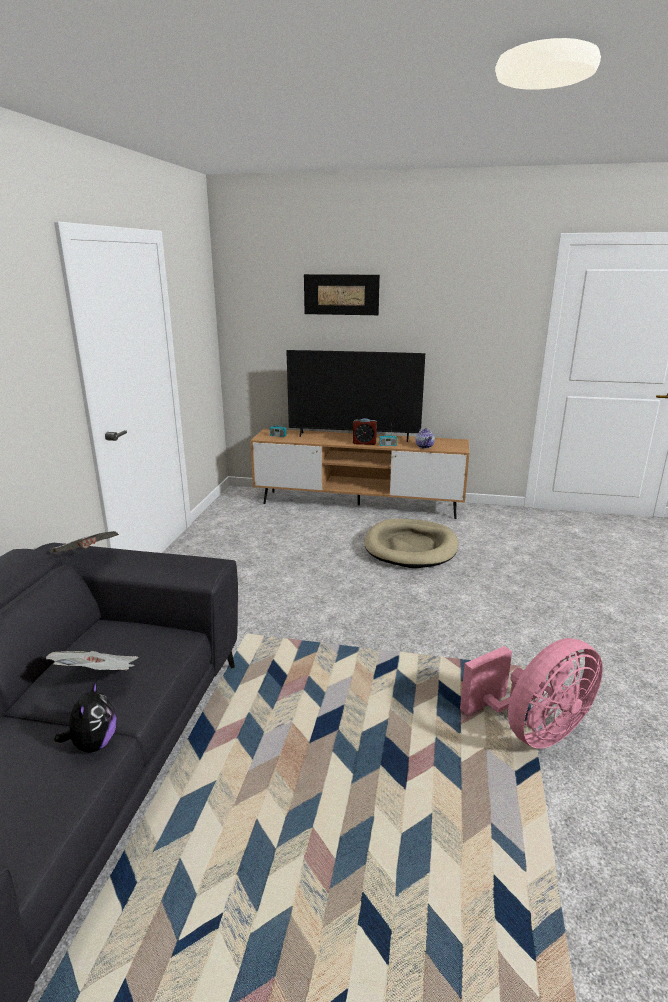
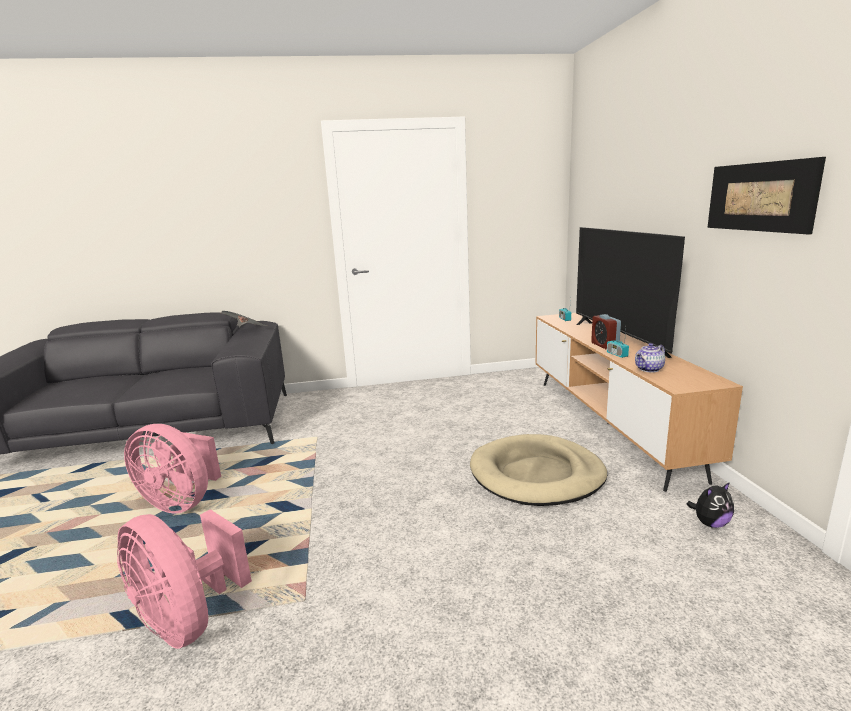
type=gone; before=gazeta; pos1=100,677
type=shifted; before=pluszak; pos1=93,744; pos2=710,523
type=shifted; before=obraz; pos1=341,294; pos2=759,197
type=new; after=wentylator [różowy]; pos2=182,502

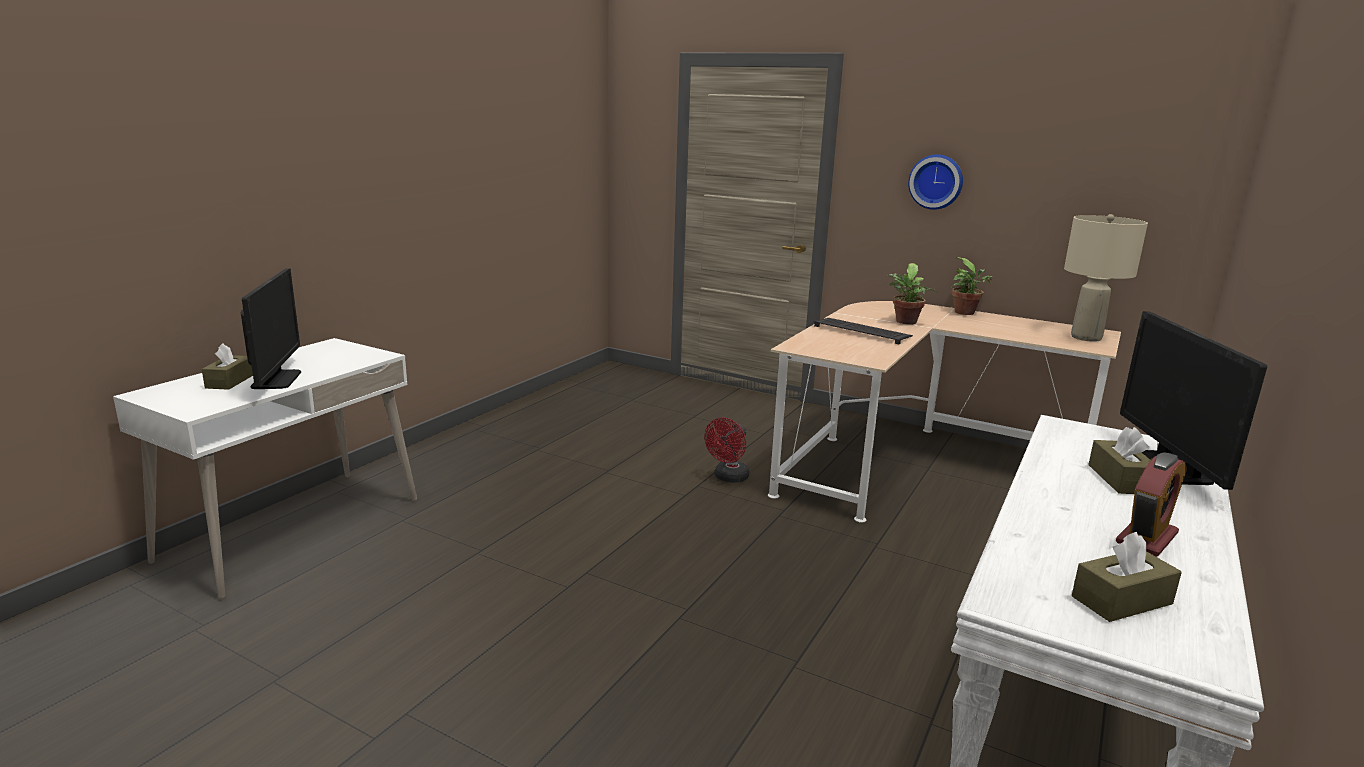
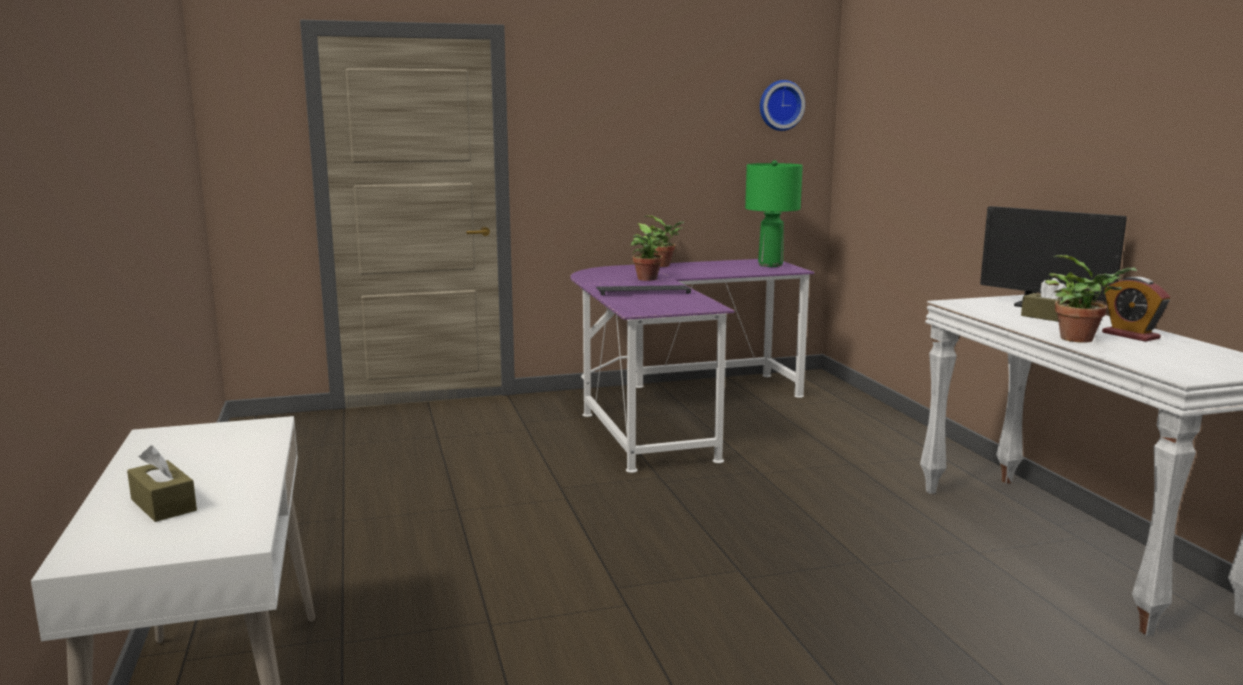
type=gone; before=monitor; pos1=276,380
type=gone; before=wentylator [czerwony]; pos1=728,478
type=repainted; before=biurko [beżowy]; after=biurko [fioletowy]; pos1=915,462; pos2=674,410
type=shifted; before=zegar ścienny; pos1=936,181; pos2=780,105
type=repainted; before=lampa stołowa [beżowy]; after=lampa stołowa [zielony]; pos1=1085,337; pos2=770,265
type=gone; before=pudełko chusteczek [brązowy]; pos1=1121,600
type=rotated; before=budzik; pos1=1146,538; pos2=1130,335; turn=150
type=new; after=roślina doniczkowa; pos2=1081,339

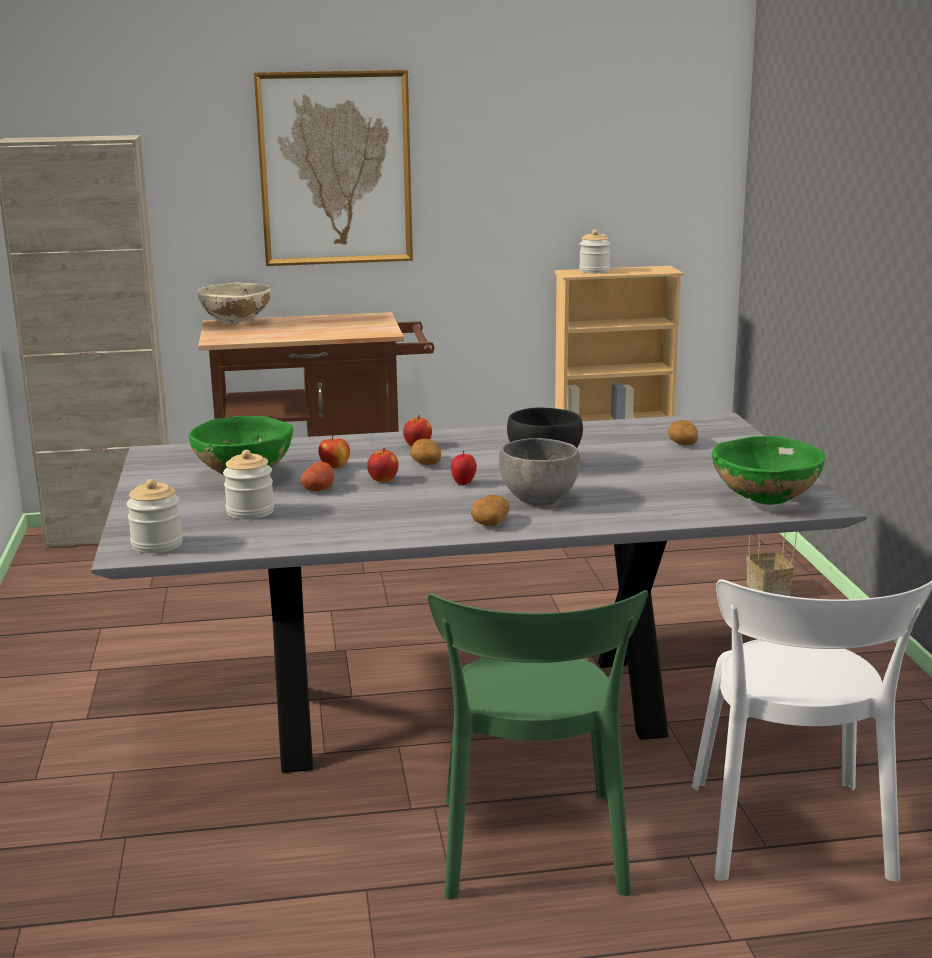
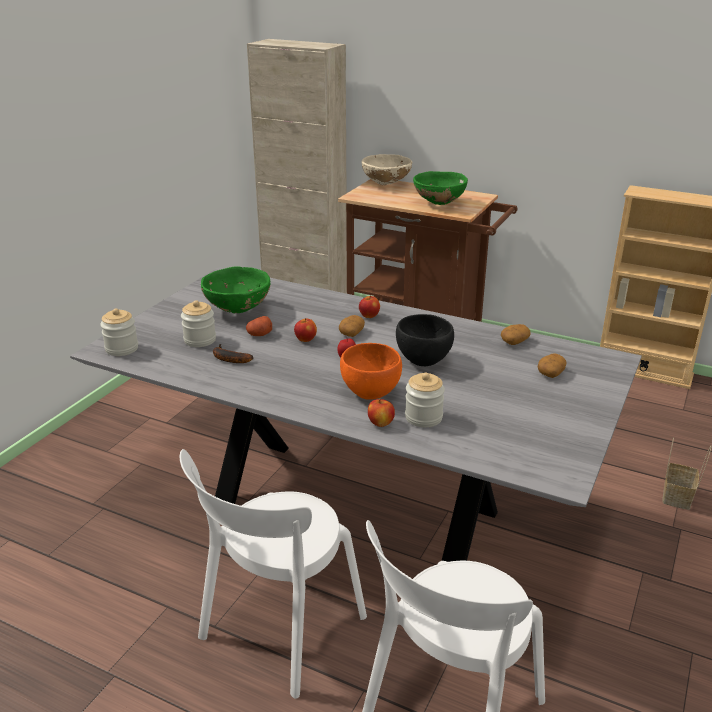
type=gone; before=obraz; pos1=335,168
type=shifted; before=jabłko; pos1=335,466; pos2=381,423
type=repainted; before=krzesło [zielony]; after=krzesło [biały]; pos1=532,851; pos2=278,631
type=shifted; before=ziemniak; pos1=490,522; pos2=514,341
type=repainted; before=miska [szary]; after=miska [pomarańczowy]; pos1=539,500; pos2=370,392
type=shifted; before=słoik; pos1=594,271; pos2=423,417
type=shifted; before=miska [zielony]; pos1=764,502; pos2=439,203
type=new; after=banan; pos2=228,358

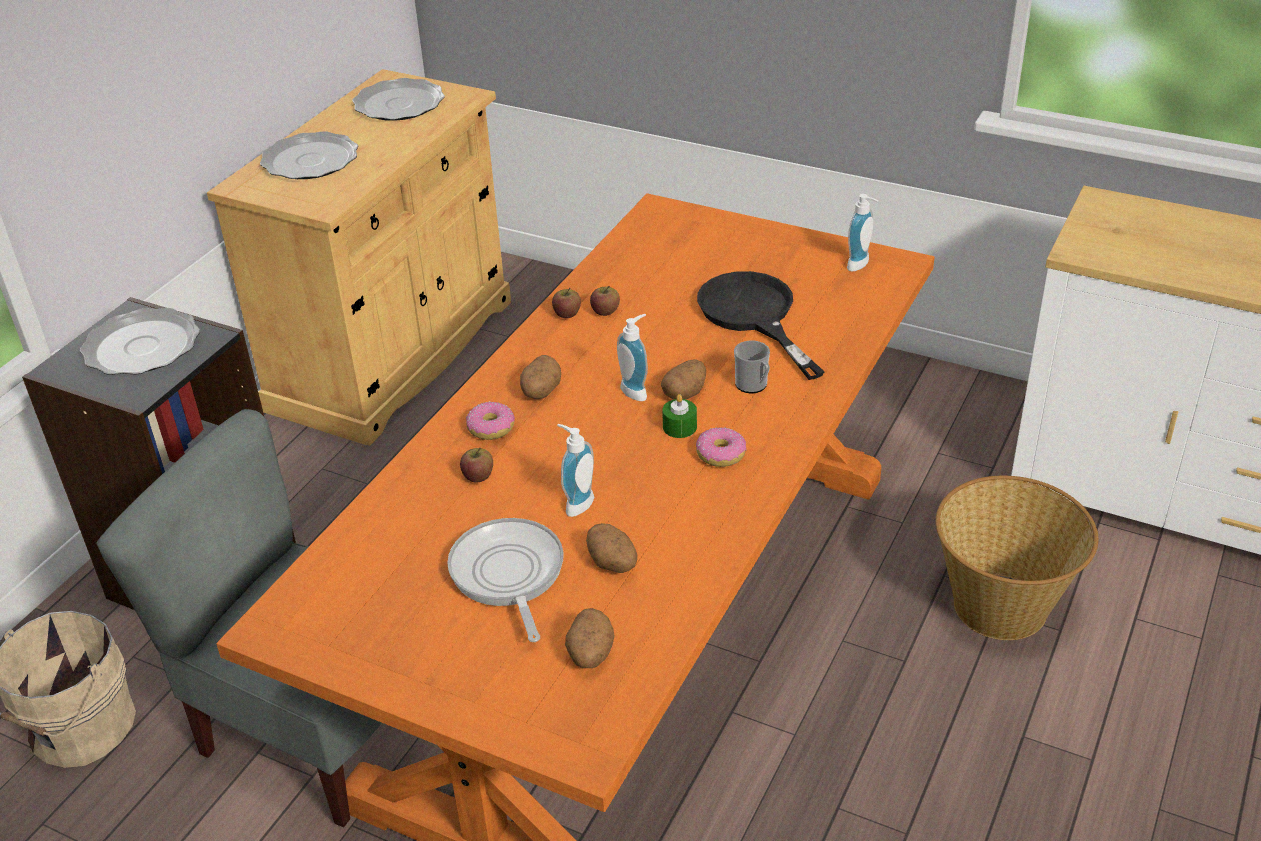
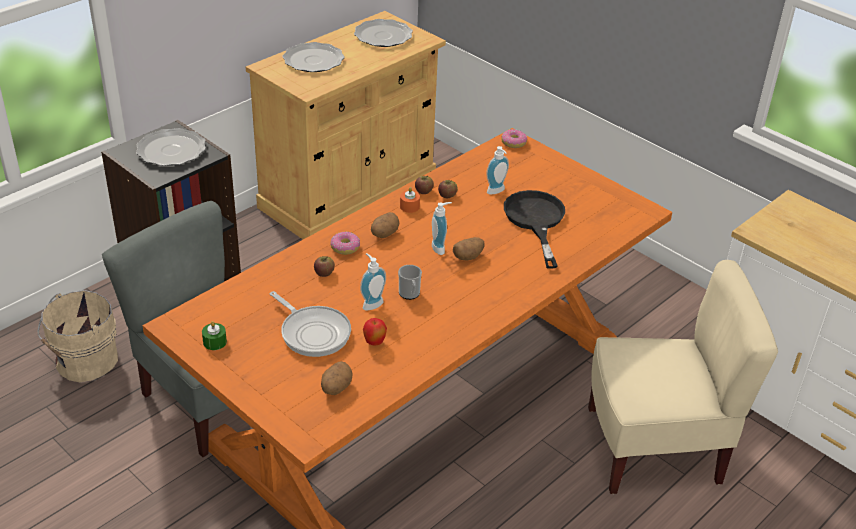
type=rotated; before=patelnia; pos1=508,575; pos2=313,332; turn=135
type=swapped; before=ziemniak; after=jabłko; pos1=613,564; pos2=374,343
type=shifted; before=świeca [zielony]; pos1=679,427; pos2=214,342
type=shifted; before=donut; pos1=721,454; pos2=514,143
type=shifted; before=kubek; pos1=753,386; pos2=410,294
type=shifted; before=dozownik mydła; pos1=861,265; pos2=497,192
type=swapped; before=koszyk; after=krzesło [beżowy]; pos1=1001,605; pos2=654,448
type=new; after=świeca [pomarańczowy]; pos2=409,206

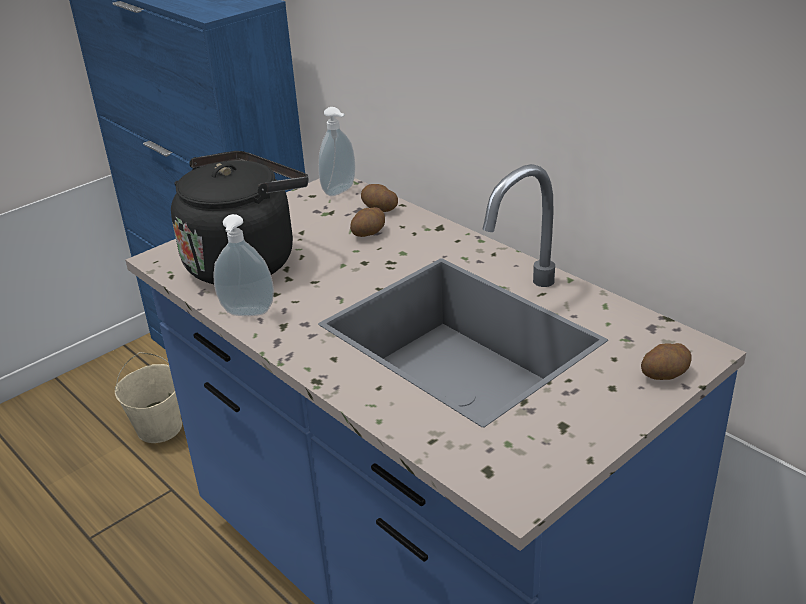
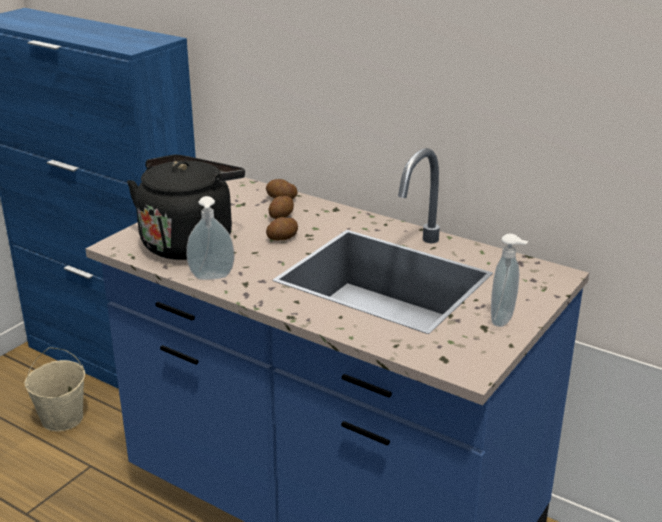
type=shifted; before=dozownik mydła; pos1=341,191; pos2=504,320
type=shifted; before=ziemniak; pos1=665,375; pos2=283,238

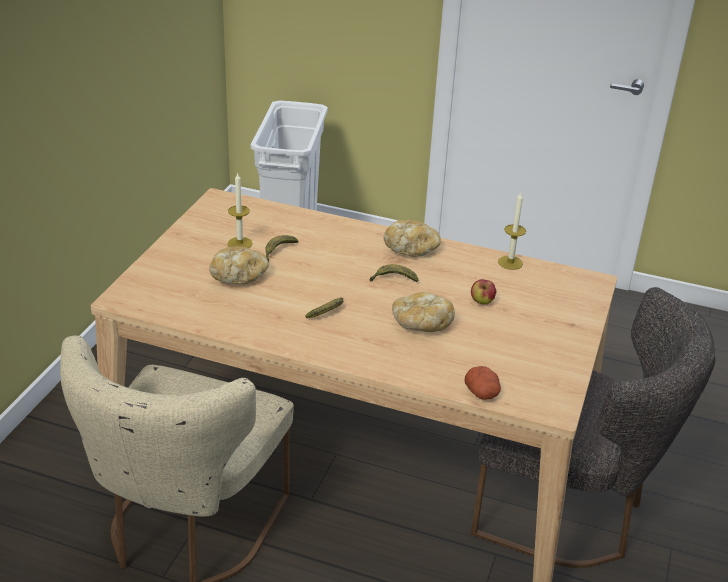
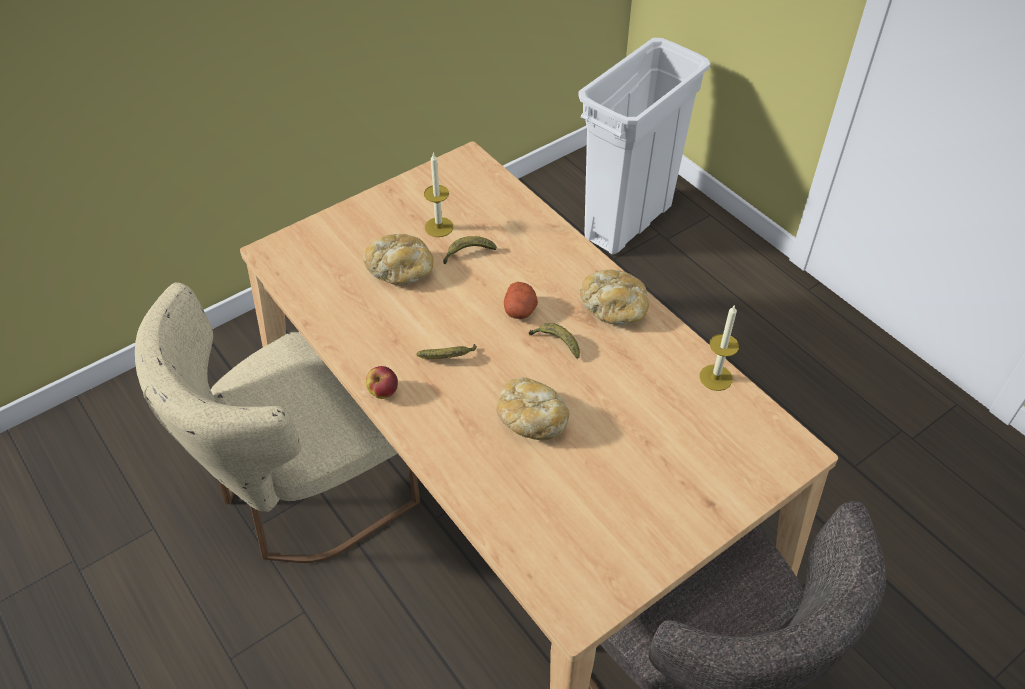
type=shifted; before=ziemniak; pos1=482,393; pos2=520,310
type=shifted; before=jabłko; pos1=482,302; pos2=383,392

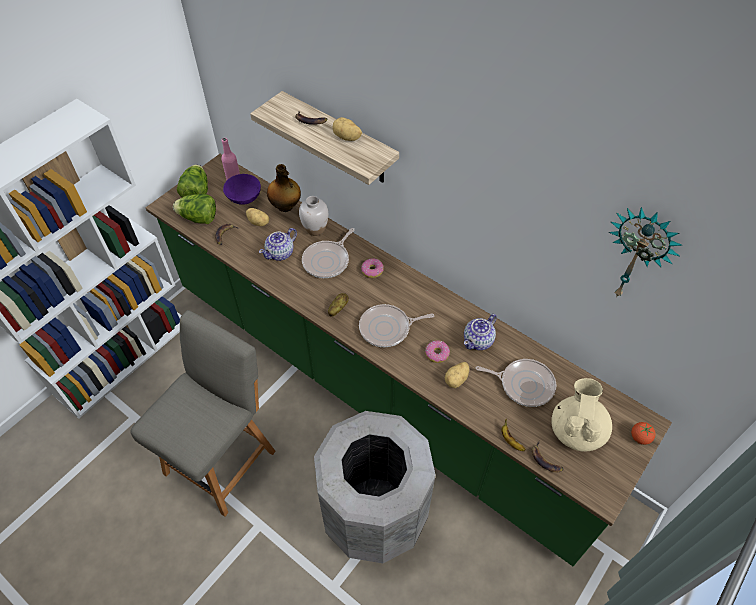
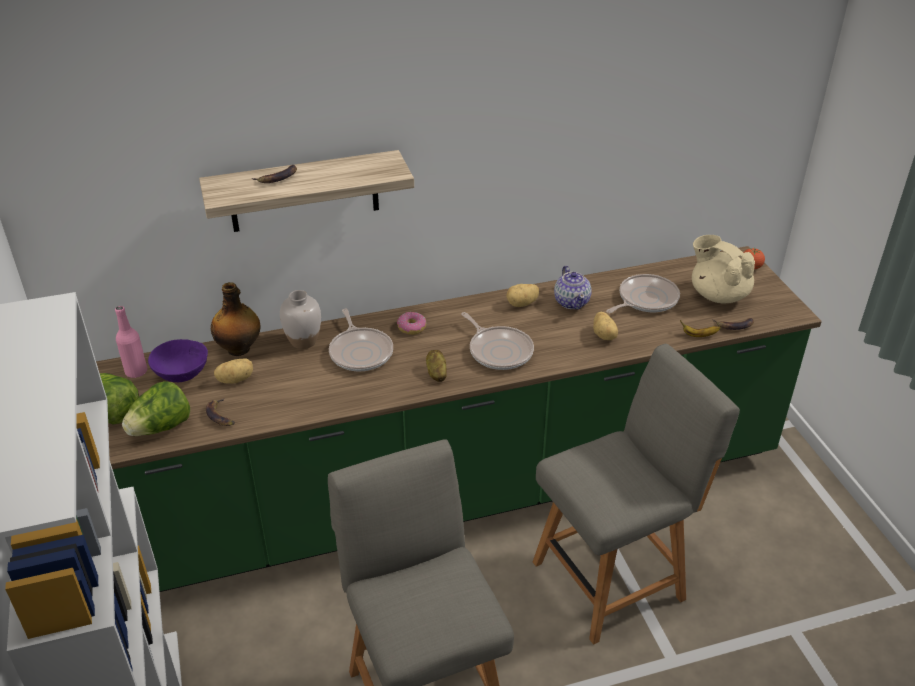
type=gone; before=imbryk; pos1=280,253
type=swapped; before=kosz na śmieci [szary]; after=krzesło [szary]; pos1=375,514; pos2=613,578
type=shifted; before=ziemniak; pos1=347,138; pos2=522,304
type=rotated; before=patelnia; pos1=387,328; pos2=499,350; turn=-60
type=gone; before=donut; pos1=437,354
type=gone; before=zegar ścienny; pos1=637,254

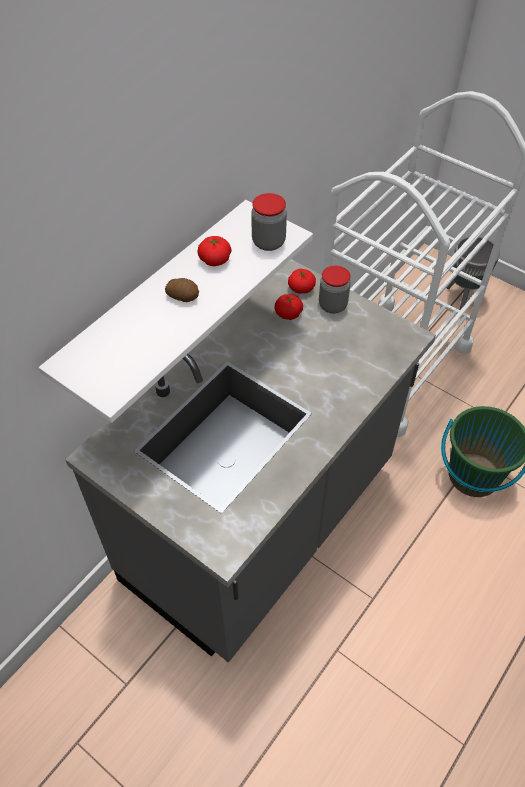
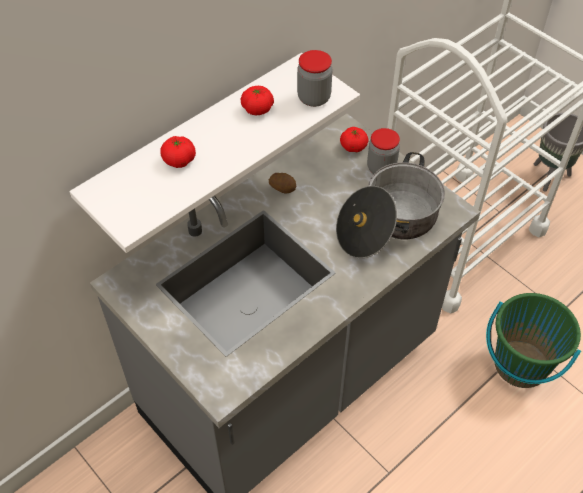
type=shifted; before=ziemniak; pos1=183,296; pos2=283,188
type=shifted; before=pomidor; pos1=288,314; pos2=179,160
type=new; after=garnek; pos2=388,223

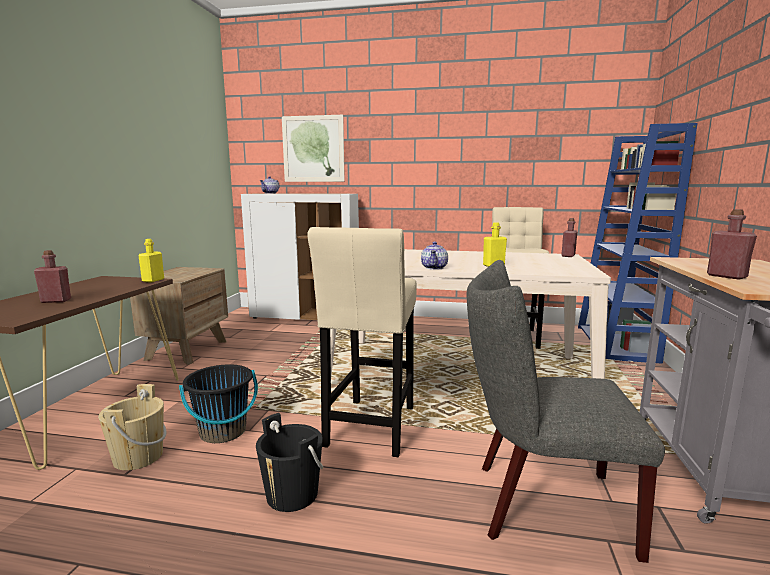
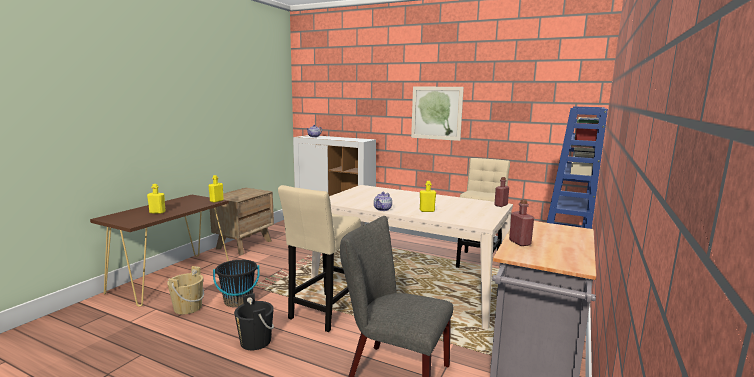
type=repainted; before=butelka [czerwony]; after=butelka [żółty]; pos1=56,301; pos2=157,212
type=shifted; before=obraz; pos1=313,149; pos2=436,113

